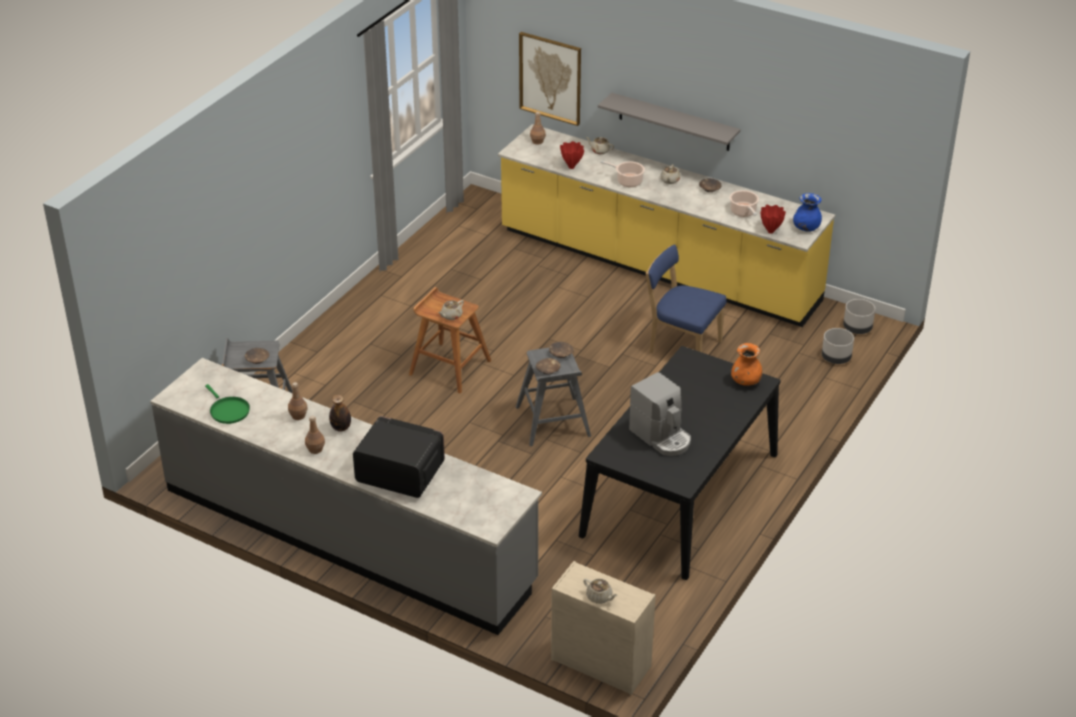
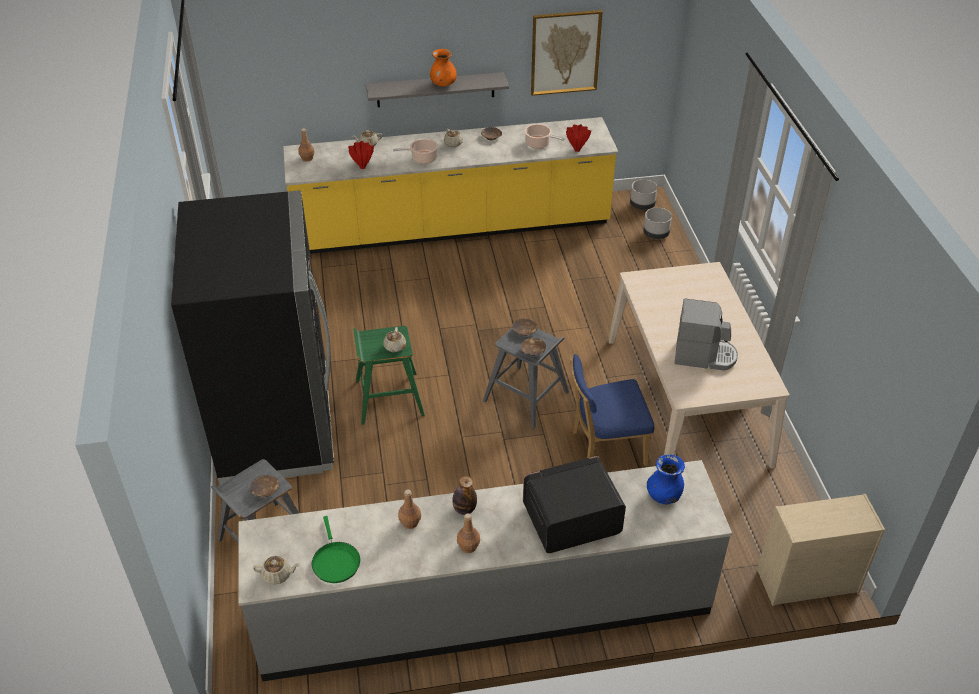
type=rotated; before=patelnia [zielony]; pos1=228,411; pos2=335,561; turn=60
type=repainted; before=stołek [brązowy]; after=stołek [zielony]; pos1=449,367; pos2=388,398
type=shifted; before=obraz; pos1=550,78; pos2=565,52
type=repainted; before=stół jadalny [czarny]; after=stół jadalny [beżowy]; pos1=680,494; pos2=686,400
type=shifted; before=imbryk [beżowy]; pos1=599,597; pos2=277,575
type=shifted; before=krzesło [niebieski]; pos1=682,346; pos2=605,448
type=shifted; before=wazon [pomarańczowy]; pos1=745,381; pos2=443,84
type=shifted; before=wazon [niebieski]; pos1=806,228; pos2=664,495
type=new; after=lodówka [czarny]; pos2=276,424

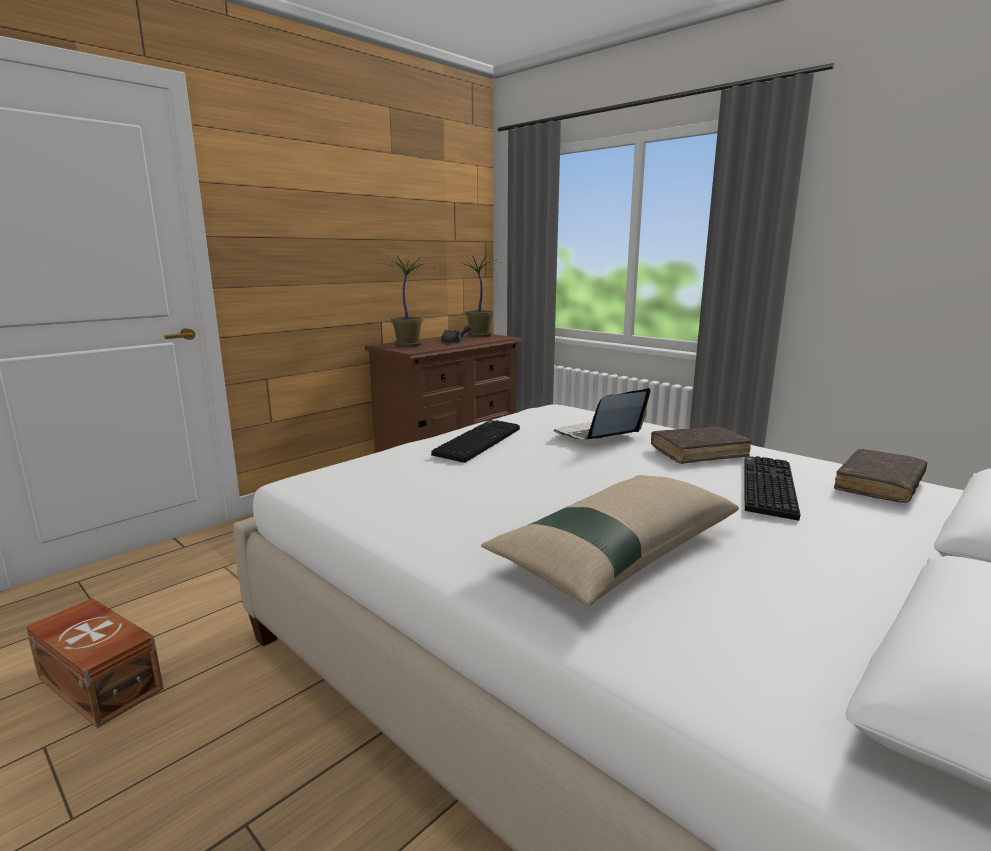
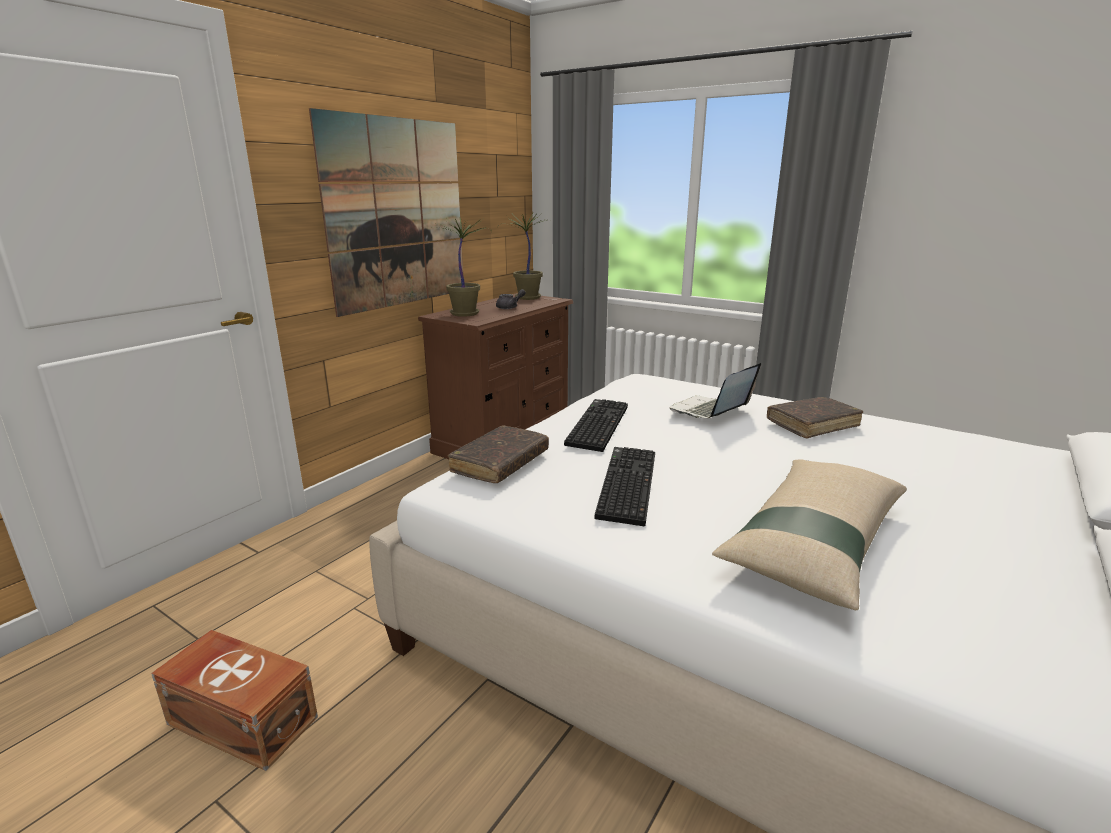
type=shifted; before=klawiatura; pos1=765,486; pos2=625,484
type=shifted; before=książka [brązowy]; pos1=879,485; pos2=500,463
type=new; after=obraz; pos2=397,214

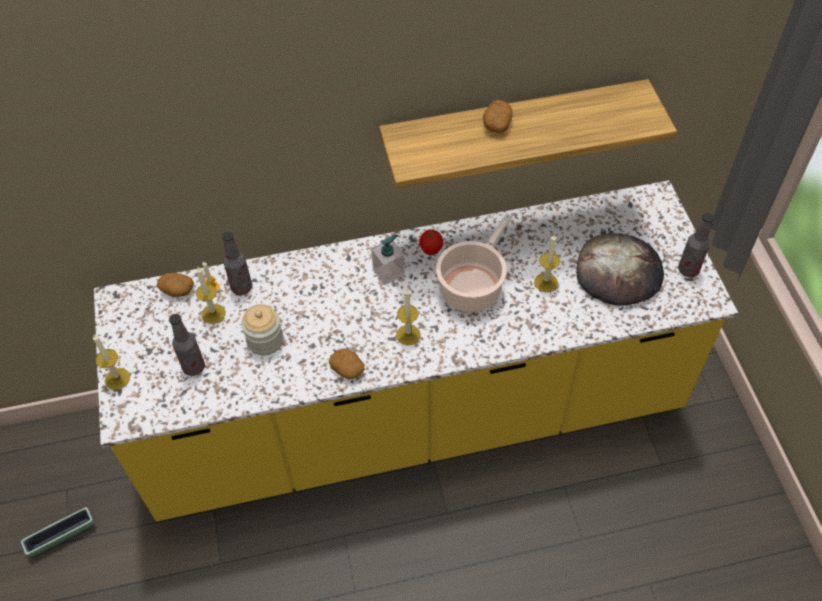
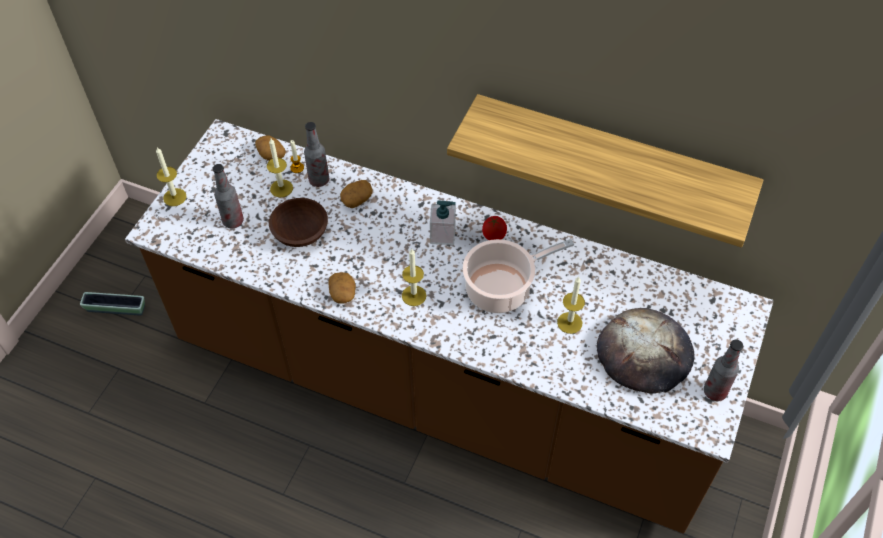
type=repainted; before=zabudowa kuchenna [żółty]; after=zabudowa kuchenna [brązowy]; pos1=414,415; pos2=442,385
type=swapped; before=słoik; after=miska [brązowy]; pos1=265,340; pos2=301,232
type=shifted; before=ziemniak; pos1=497,124; pos2=357,199

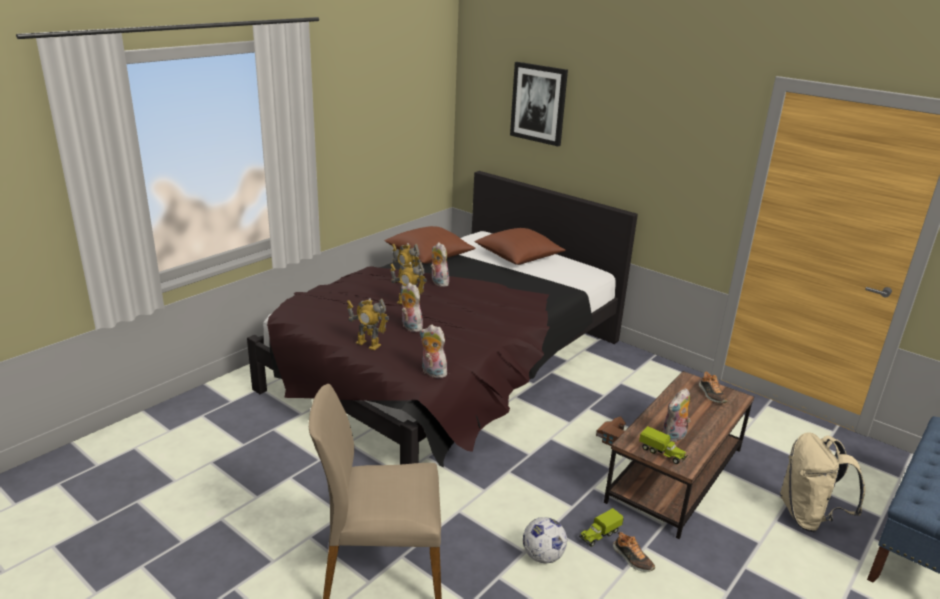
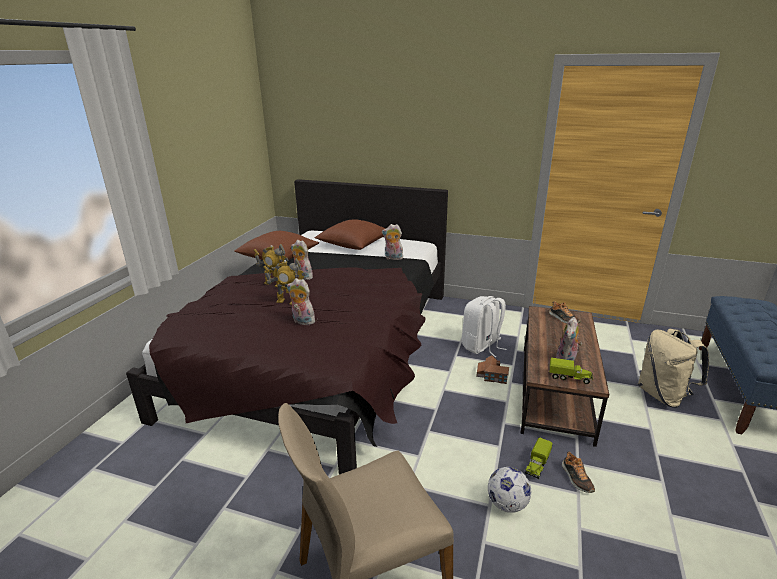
type=gone; before=robot zabawkowy; pos1=368,344
type=shifted; before=pluszak; pos1=432,373; pos2=393,258
type=gone; before=obraz; pos1=538,103
type=rotated; before=but; pos1=632,559; pos2=576,478; turn=45
type=new; after=plecak [biały]; pos2=481,346

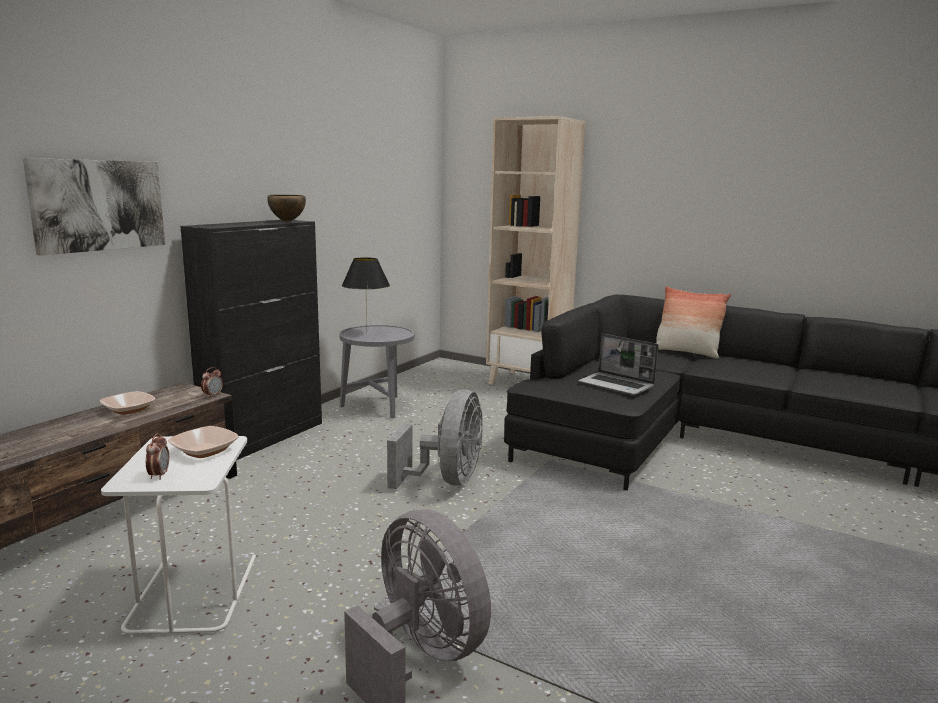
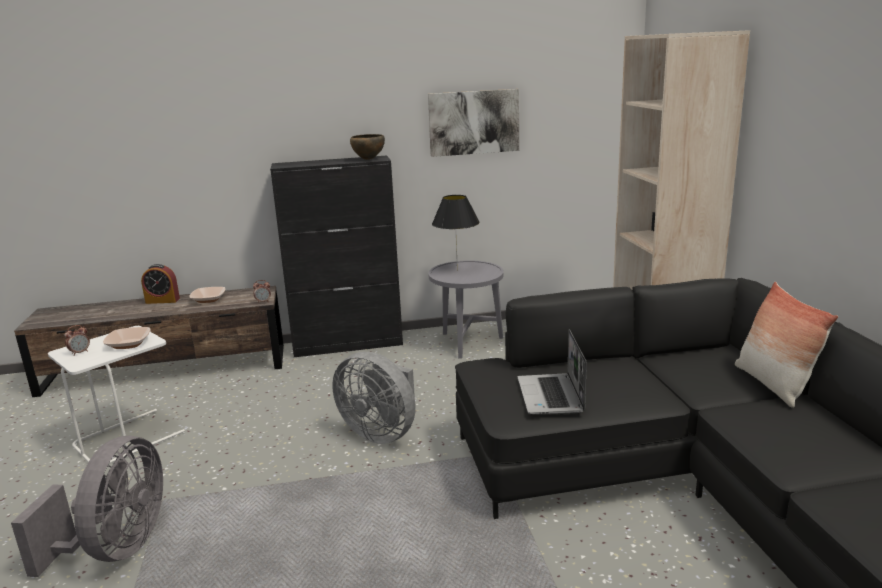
type=shifted; before=obraz; pos1=98,205; pos2=473,122
type=rotated; before=wentylator [szary]; pos1=447,481; pos2=381,432; turn=60
type=new; after=budzik; pos2=162,300

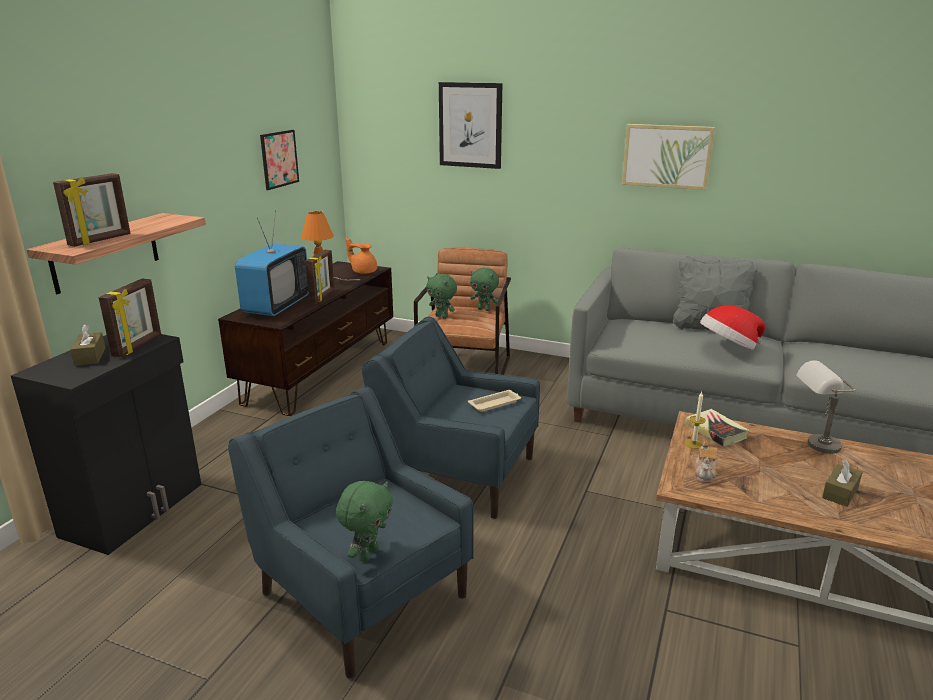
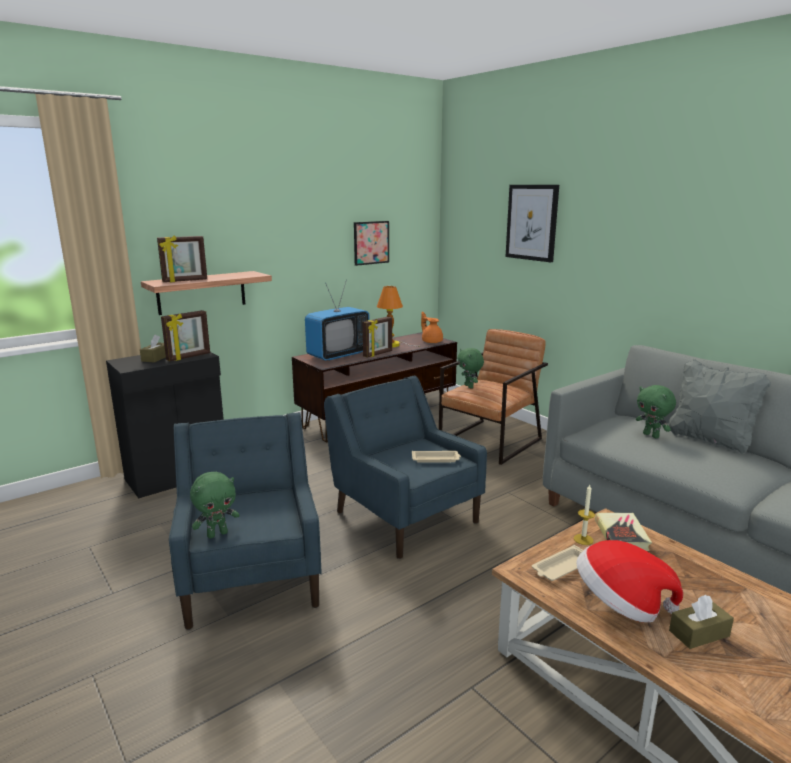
type=shifted; before=pluszak [zielony]; pos1=484,309; pos2=651,435
type=gone; before=obraz; pos1=667,156
type=swapped; before=imbryk; after=taca [beżowy]; pos1=705,474; pos2=562,567
type=shifted; before=kapelusz; pos1=728,348; pos2=620,605
type=gone; before=lampa stołowa [szary]; pos1=813,446

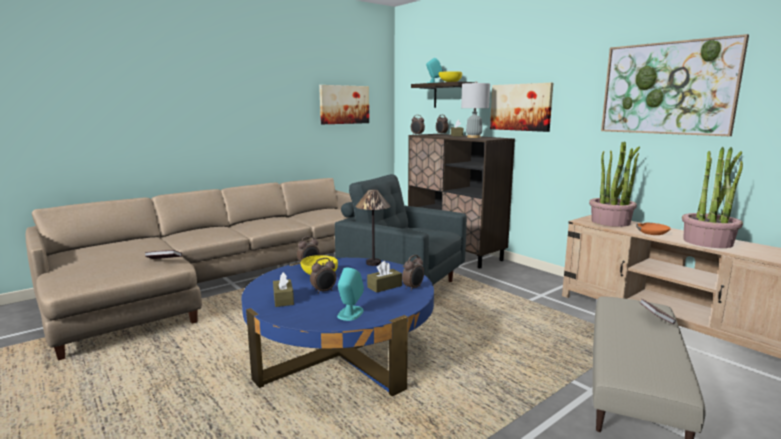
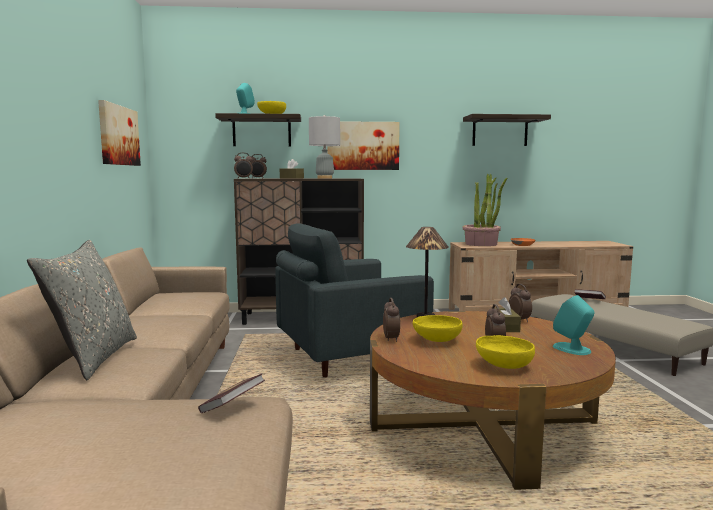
type=repainted; before=ława [niebieski]; after=ława [brązowy]; pos1=341,351; pos2=483,423
type=swapped; before=pudełko chusteczek [brązowy]; after=miska [żółty]; pos1=283,299; pos2=503,366
type=swapped; before=obraz; after=półka; pos1=667,88; pos2=500,131
type=gone; before=roślina doniczkowa; pos1=708,242
type=new; after=poduszka [szary]; pos2=93,358

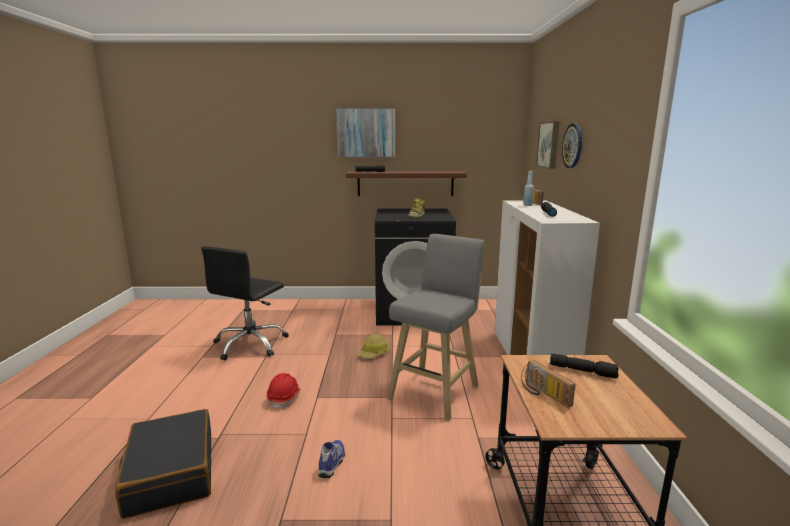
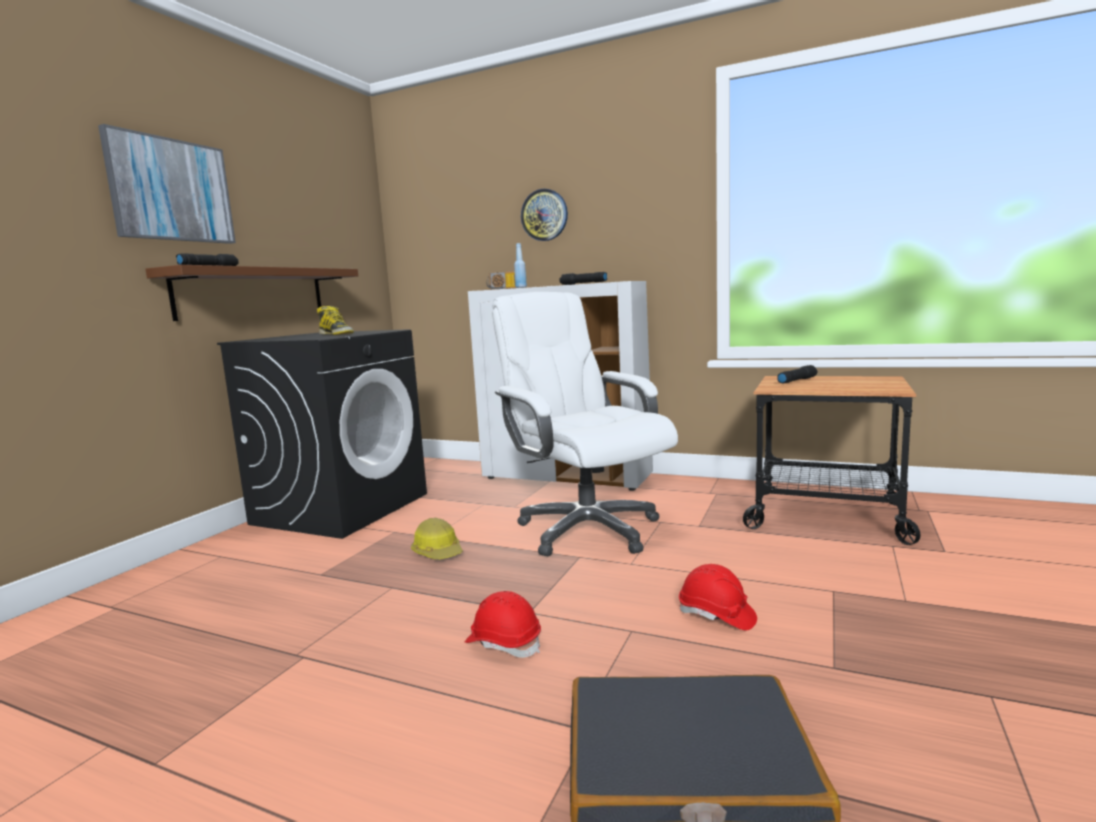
type=gone; before=krzesło biurowe [czarny]; pos1=250,344
type=swapped; before=but; after=kask [czerwony]; pos1=332,463; pos2=716,615
type=swapped; before=stołek [szary]; after=krzesło biurowe [biały]; pos1=436,391; pos2=587,529
type=gone; before=radio; pos1=543,394
type=gone; before=obraz; pos1=549,145

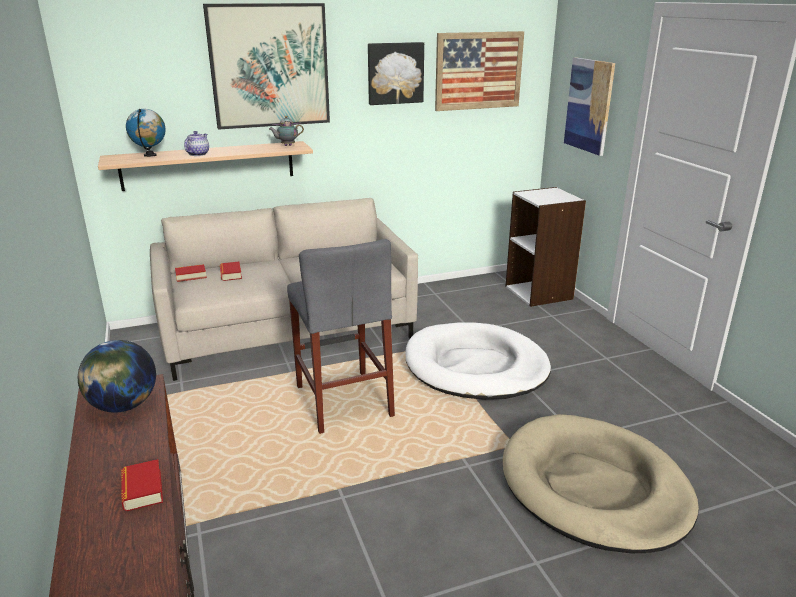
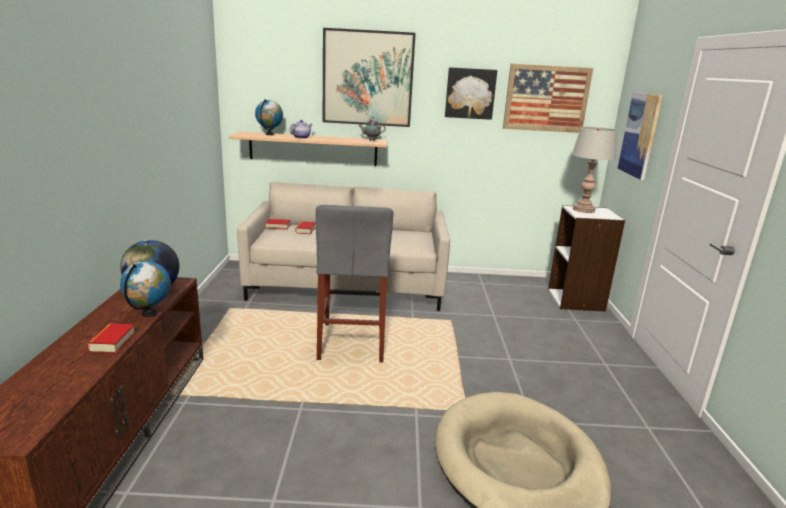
type=gone; before=legowisko [biały]; pos1=476,366
type=new; after=globus; pos2=149,314
type=new; after=lampa stołowa [szary]; pos2=583,210

